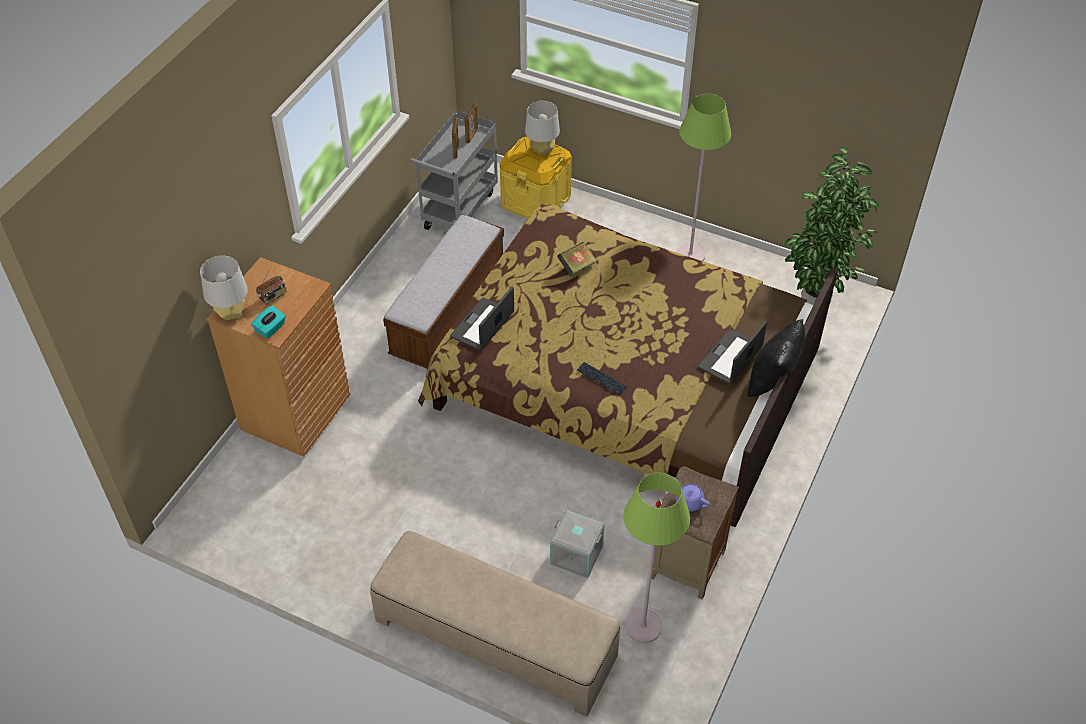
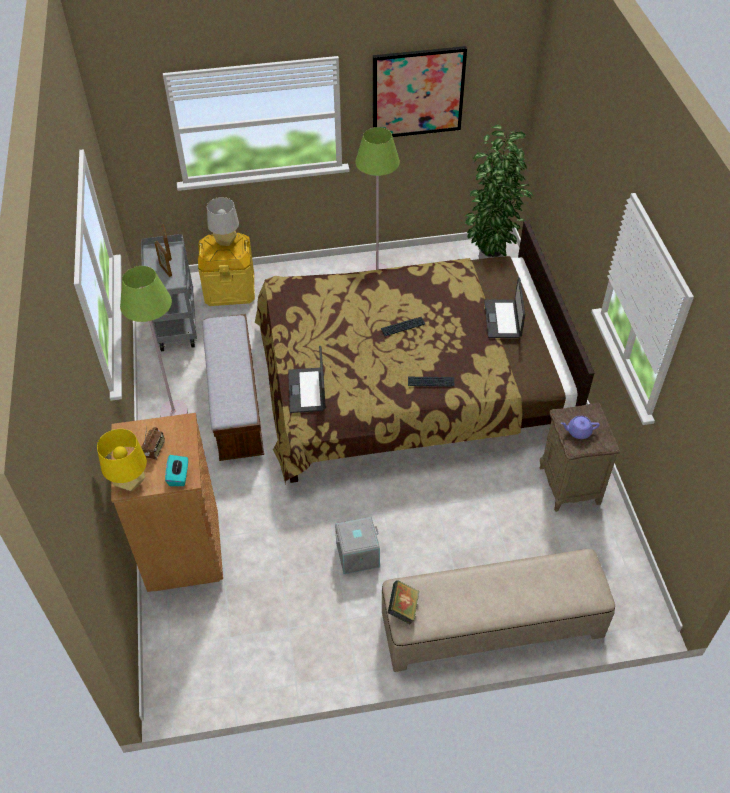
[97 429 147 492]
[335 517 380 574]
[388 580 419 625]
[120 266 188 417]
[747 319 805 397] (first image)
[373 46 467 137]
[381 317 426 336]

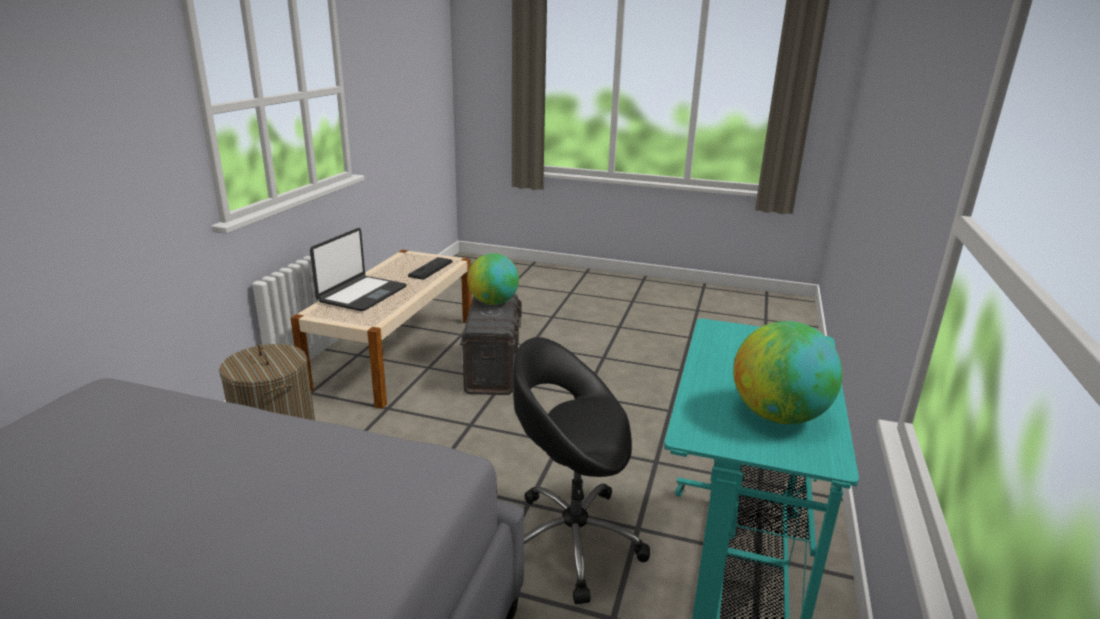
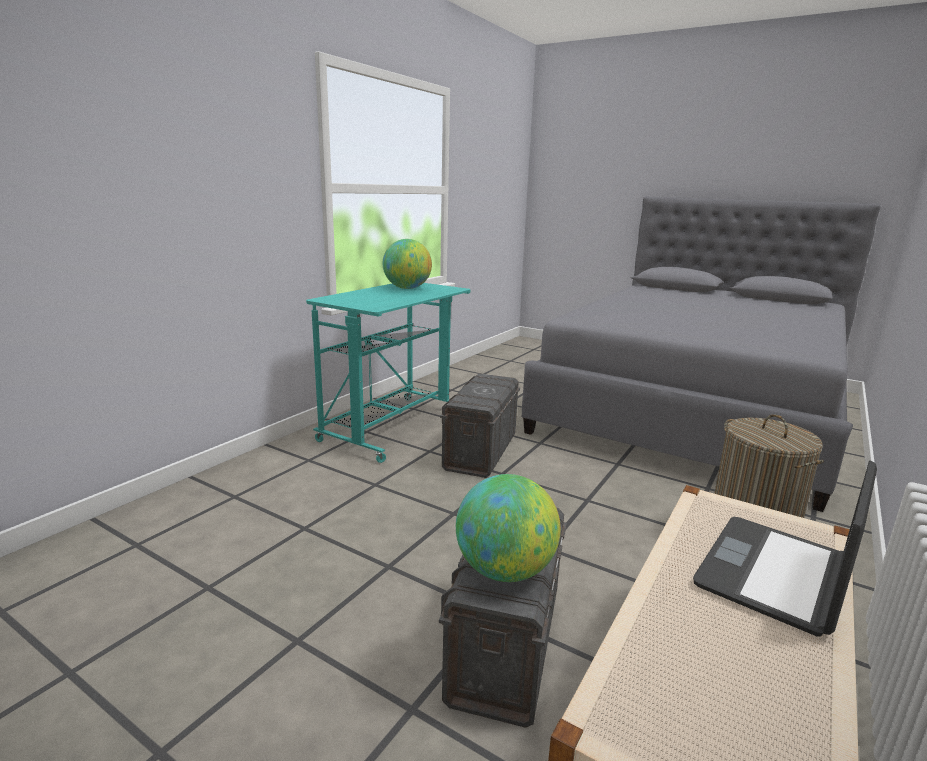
[408 257 452 280] (first image)
[440 373 520 478]

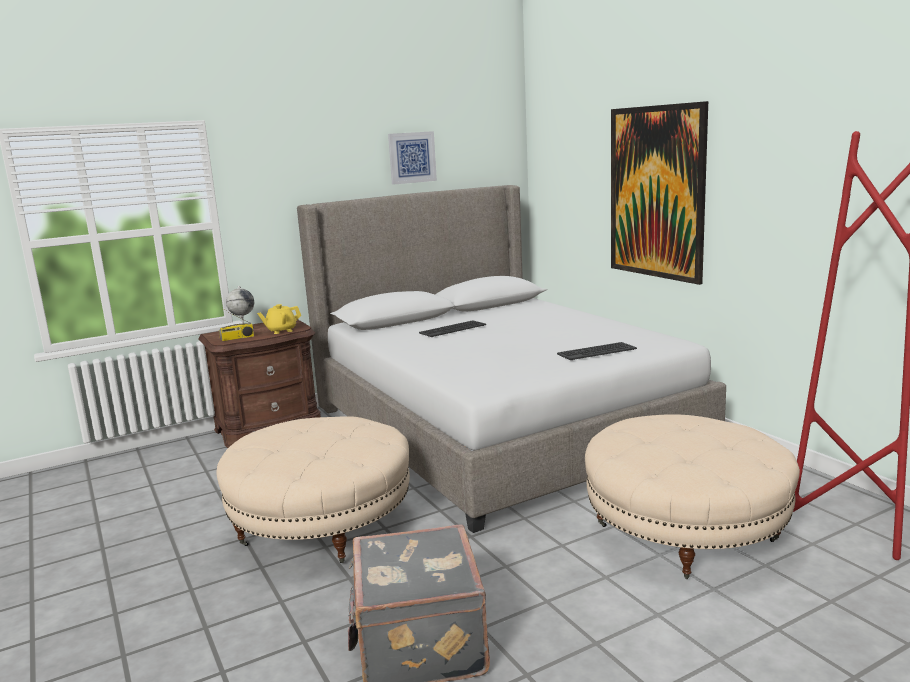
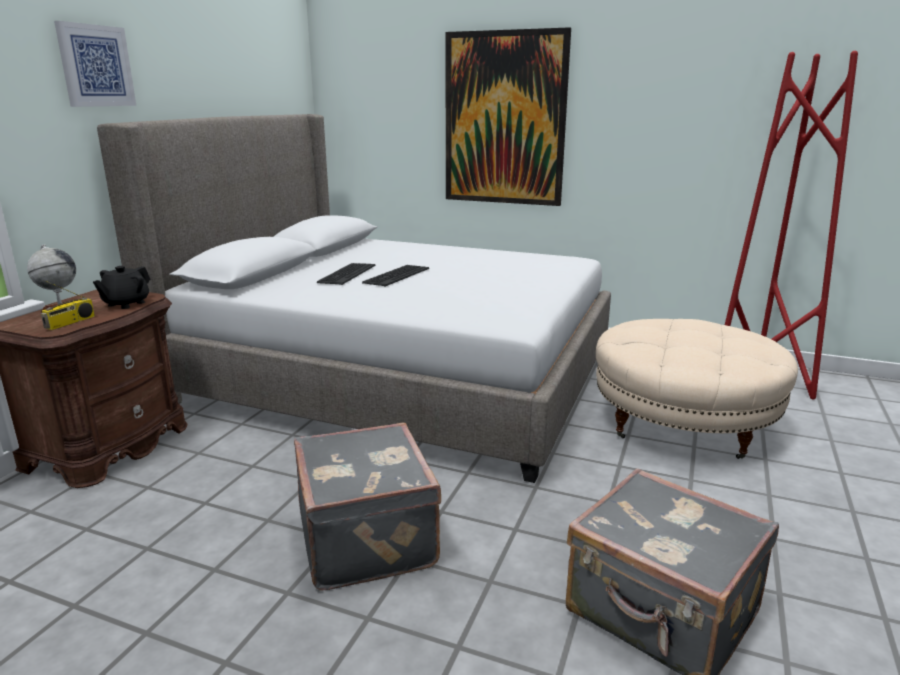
[294 422 441 591]
[93 266 150 309]
[54 21 136 107]
[362 265 429 286]

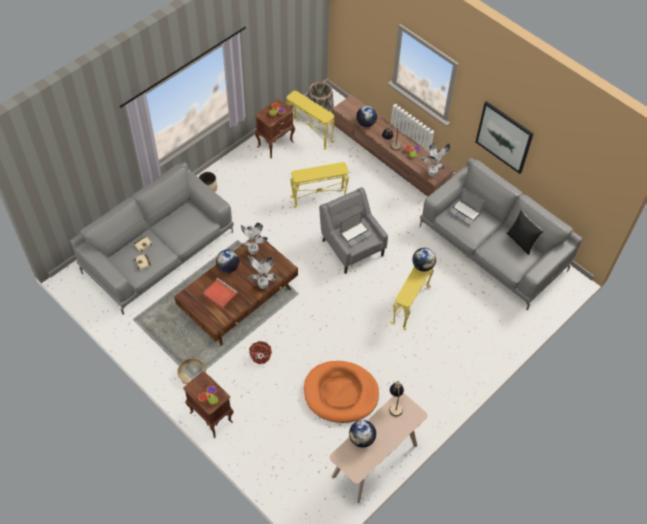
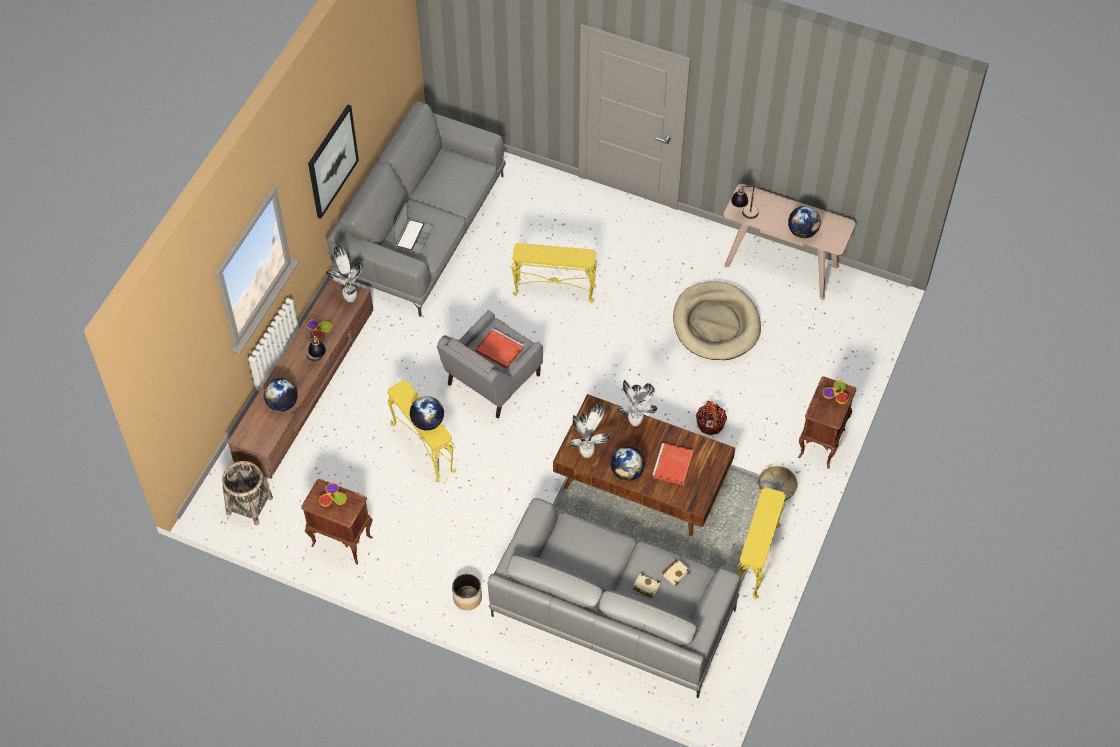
[737 487 786 599]
[673 281 761 360]
[476 328 524 369]
[410 396 444 430]
[507 210 544 255] (first image)

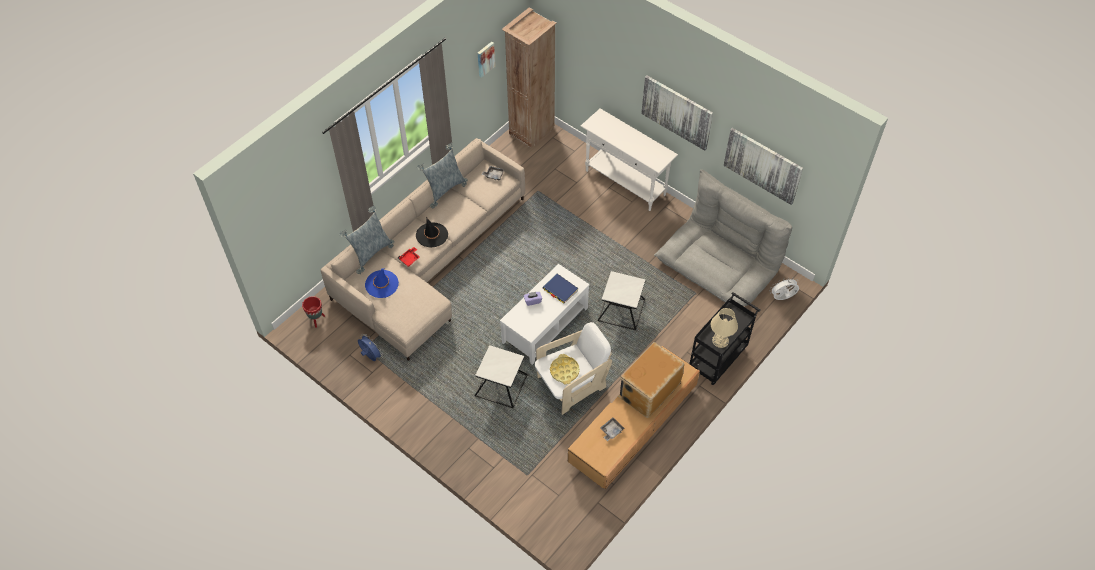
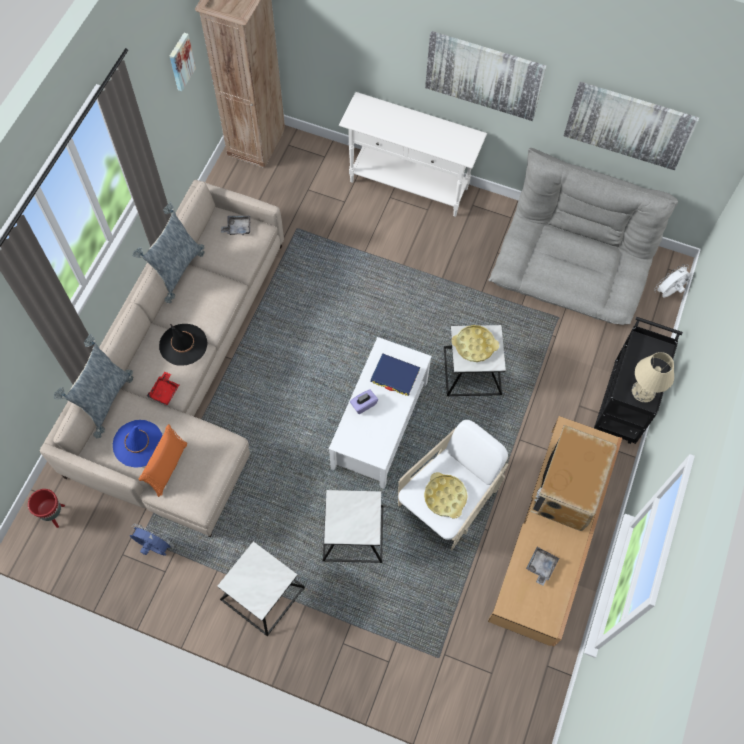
[139 424 187 497]
[218 541 305 636]
[452 325 499 362]

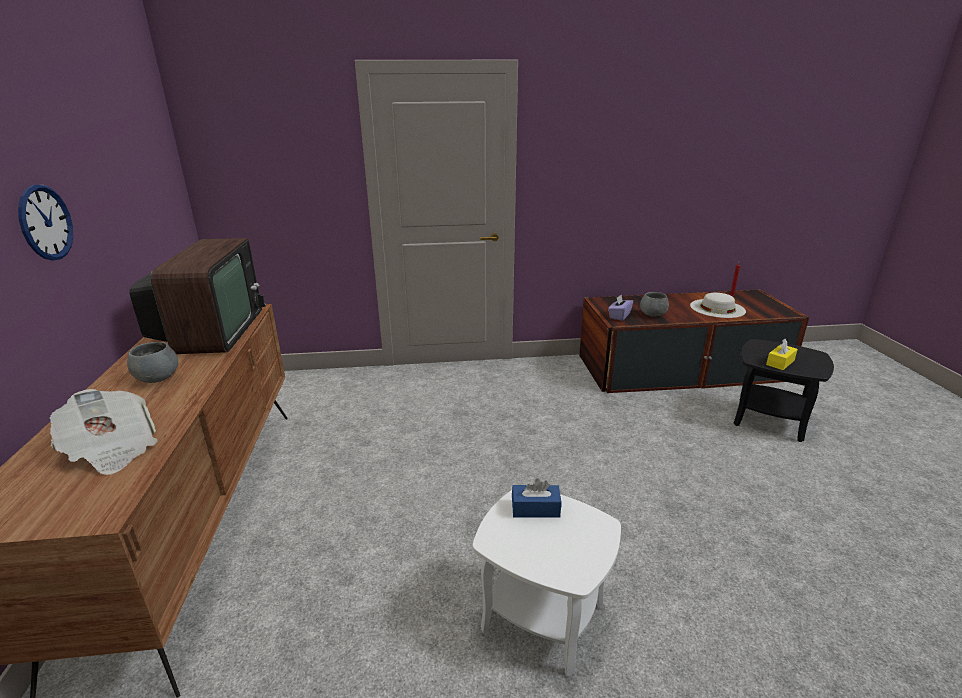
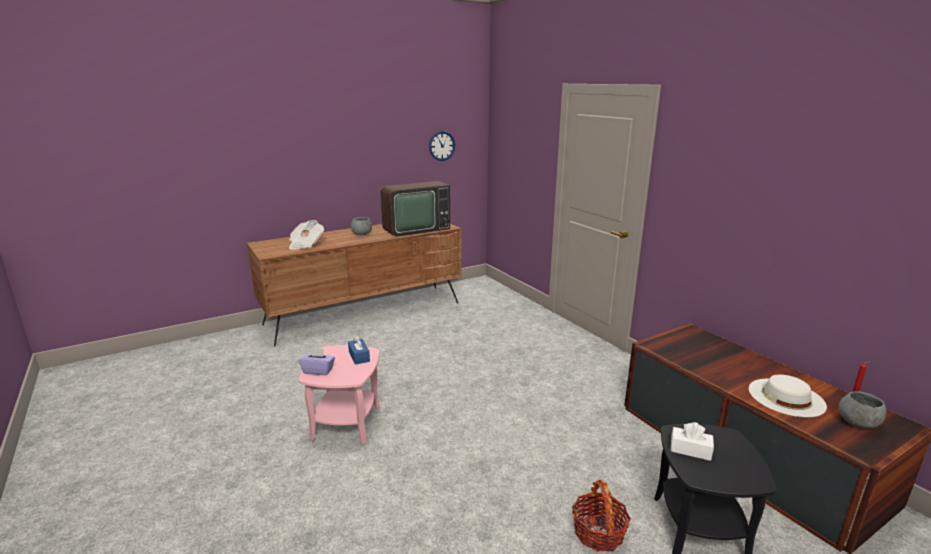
[429 131 455 161]
[299 345 380 444]
[299 348 335 375]
[838 391 886 429]
[670 422 714 461]
[572 479 631 551]

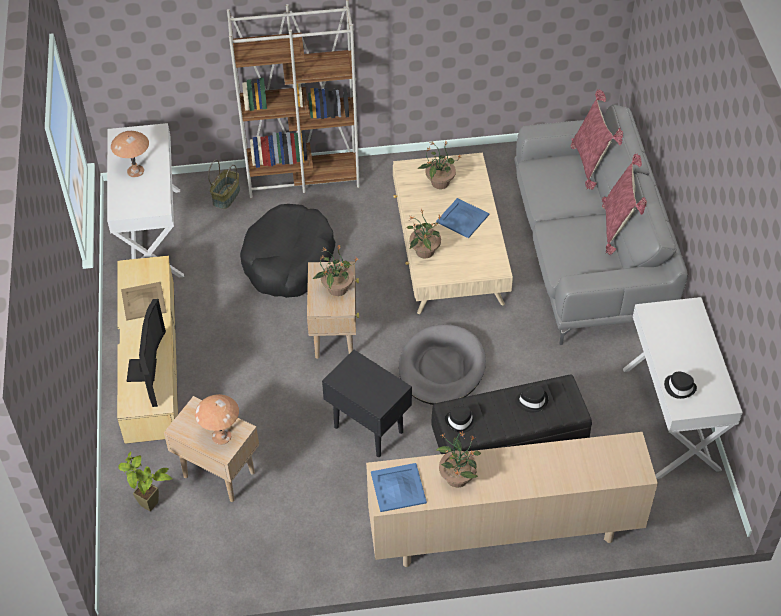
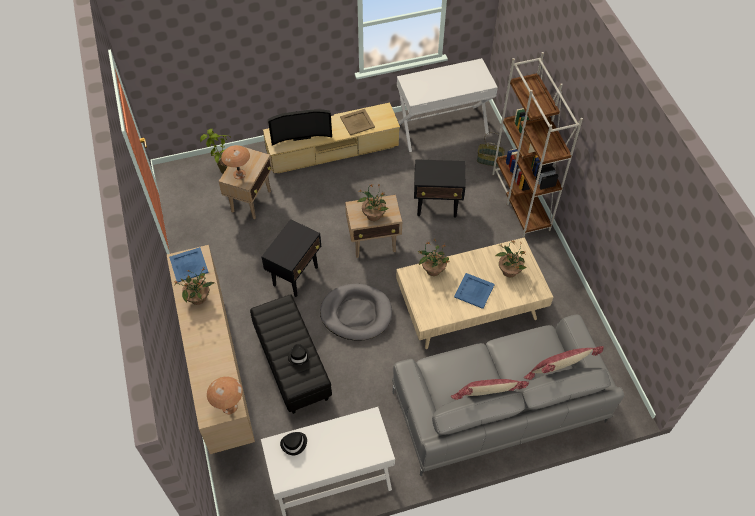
[207 377 243 414]
[414 159 466 218]
[445 406 477 433] (first image)

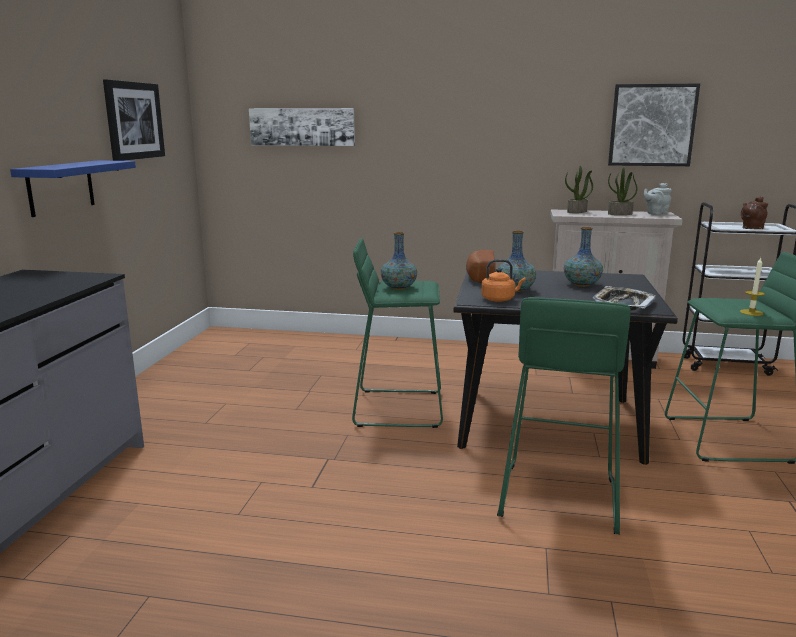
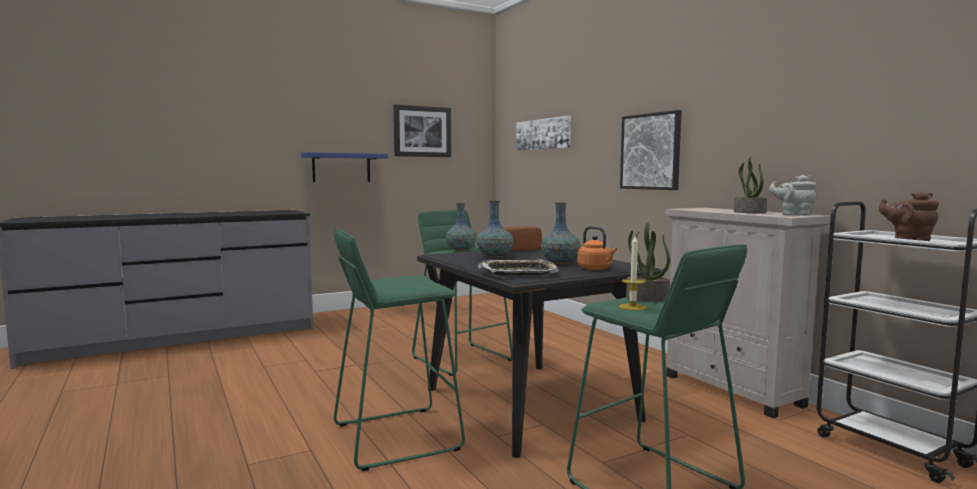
[577 226 617 270]
[626 223 670 302]
[620 110 681 190]

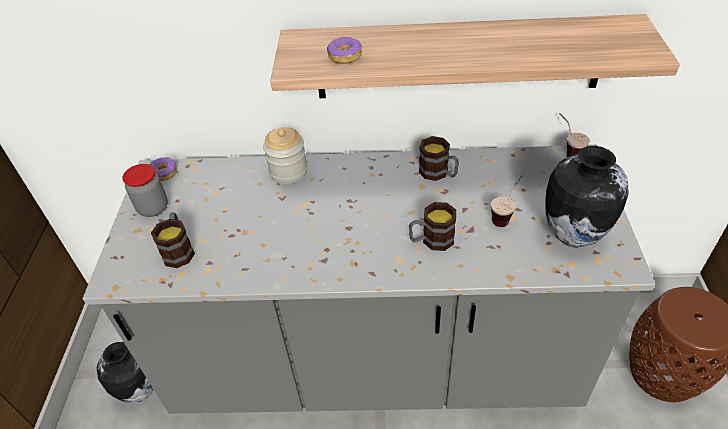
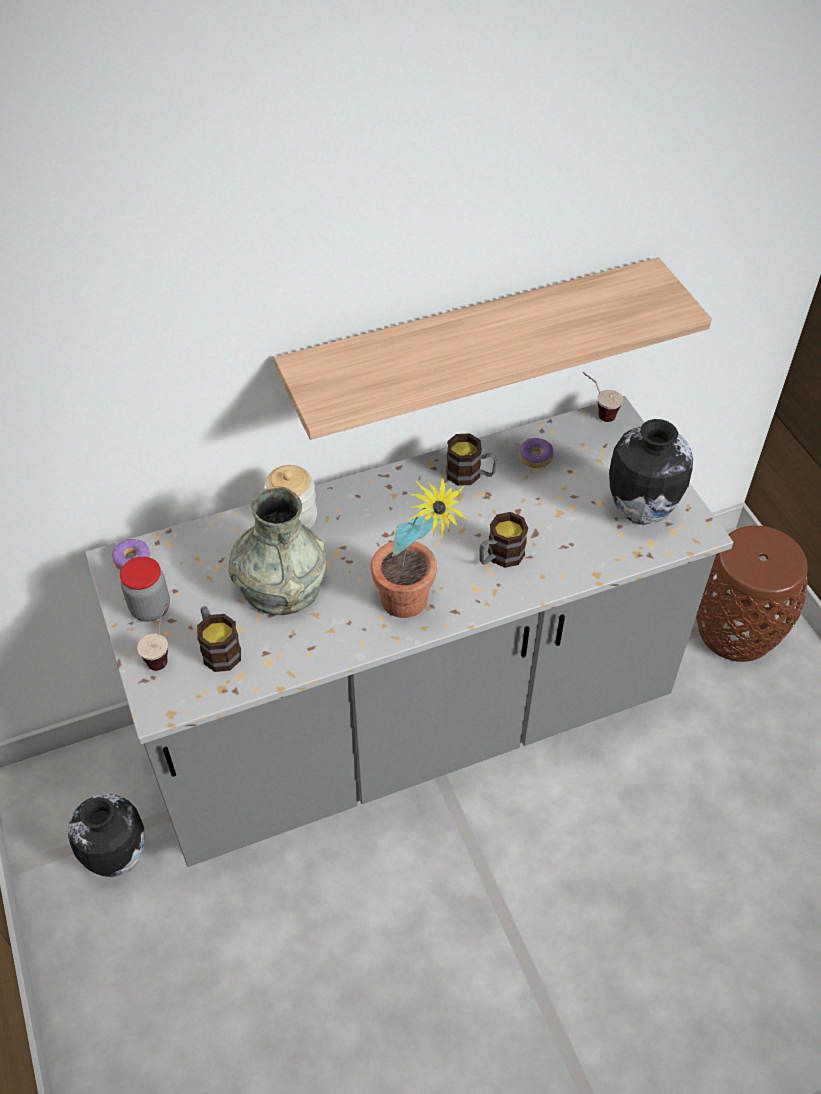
[519 438 554 468]
[137 603 168 671]
[228 486 326 615]
[371 474 469 618]

